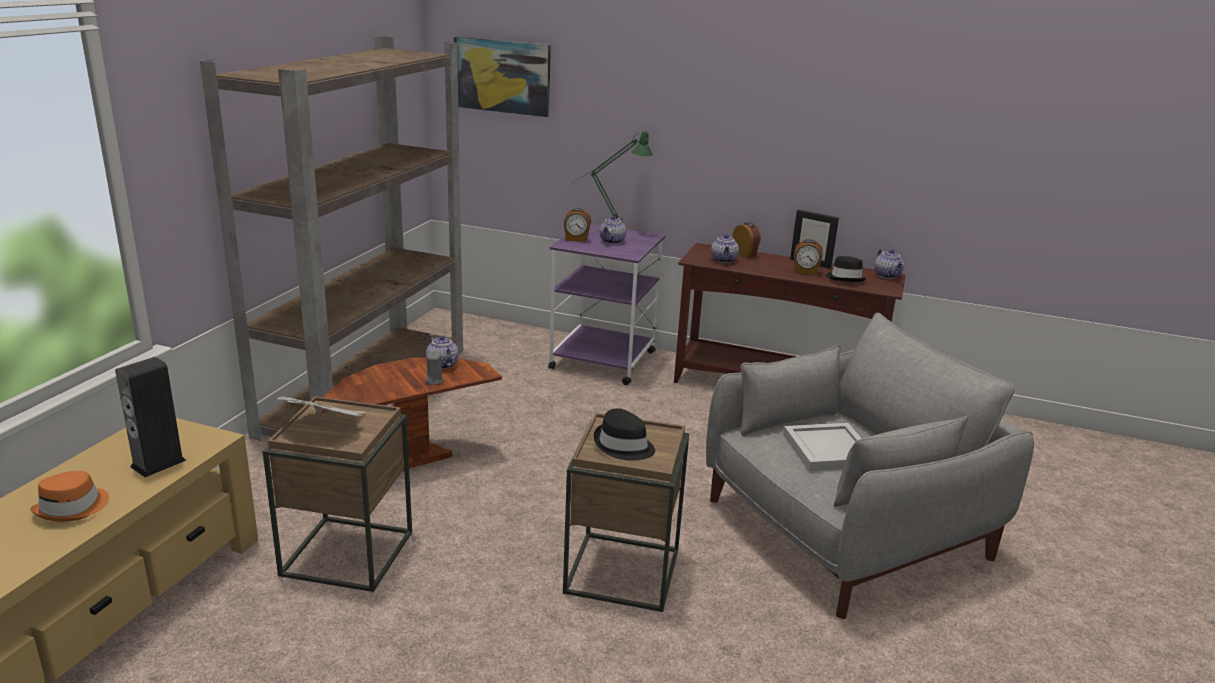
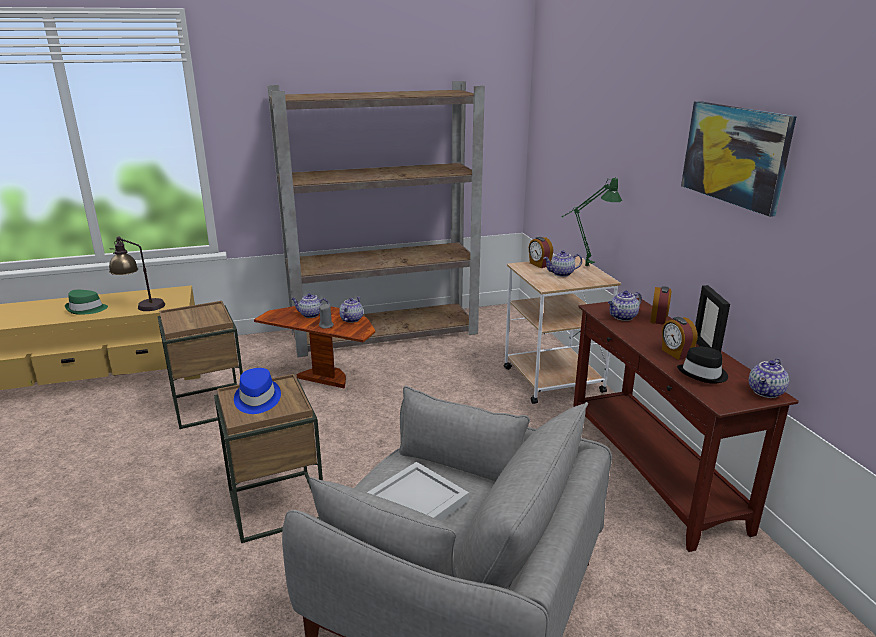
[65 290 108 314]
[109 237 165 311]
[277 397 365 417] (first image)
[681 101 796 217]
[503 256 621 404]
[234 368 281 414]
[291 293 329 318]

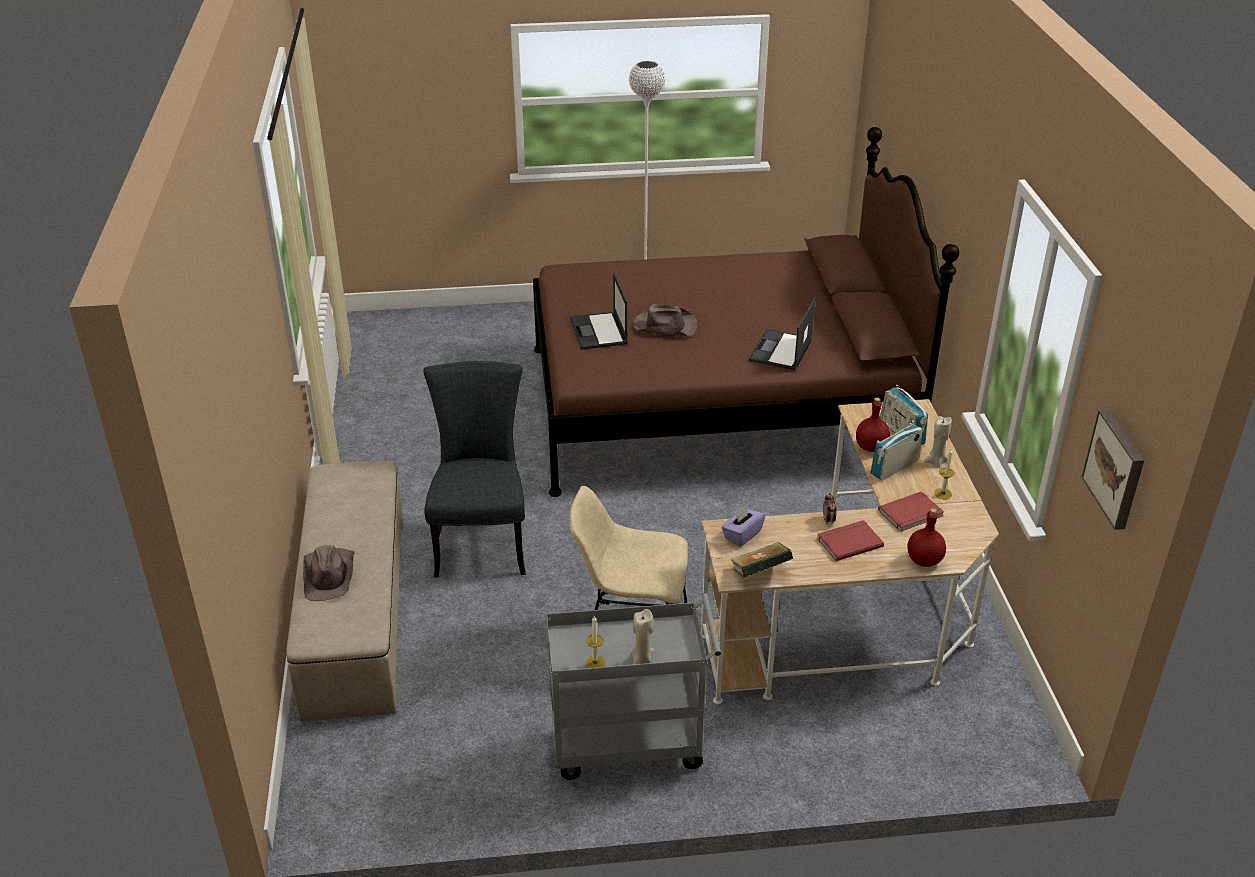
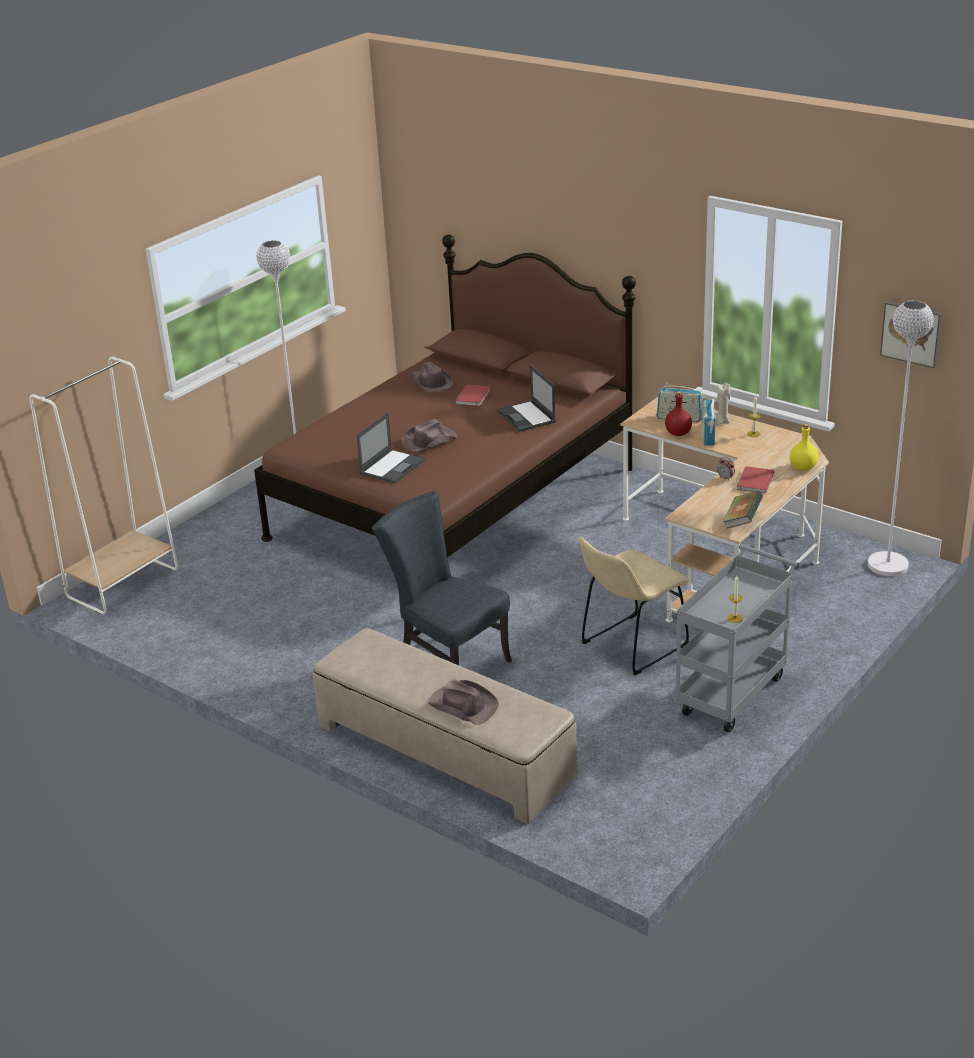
[357 413 426 484]
[630 609 654 664] (first image)
[722 505 765 547] (first image)
[455 385 490 406]
[790 424 818 471]
[29 357 178 614]
[411 362 454 393]
[868 300 933 576]

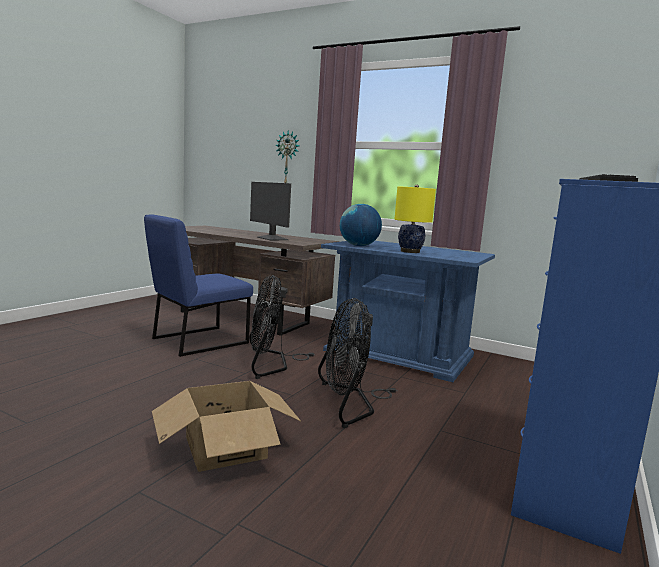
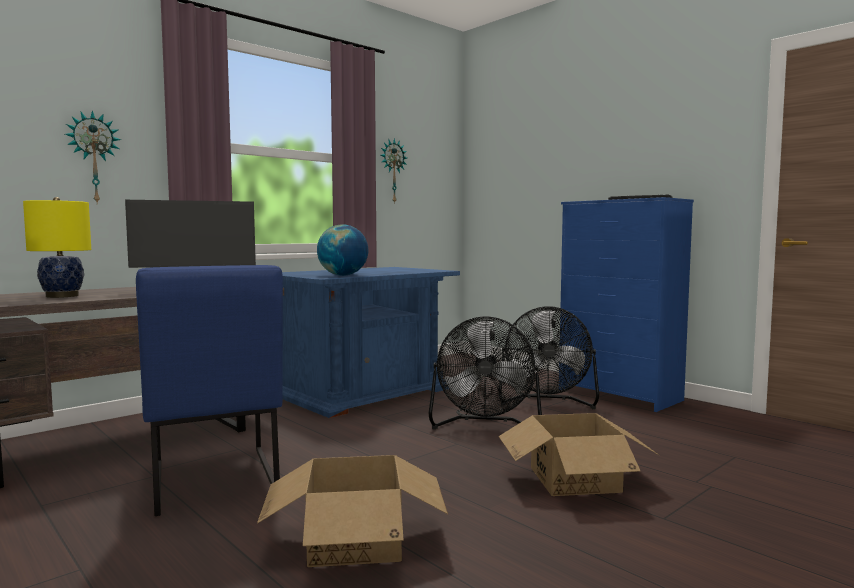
[498 306 599 409]
[23 197 91 298]
[257 455 448 567]
[381 138 407 204]

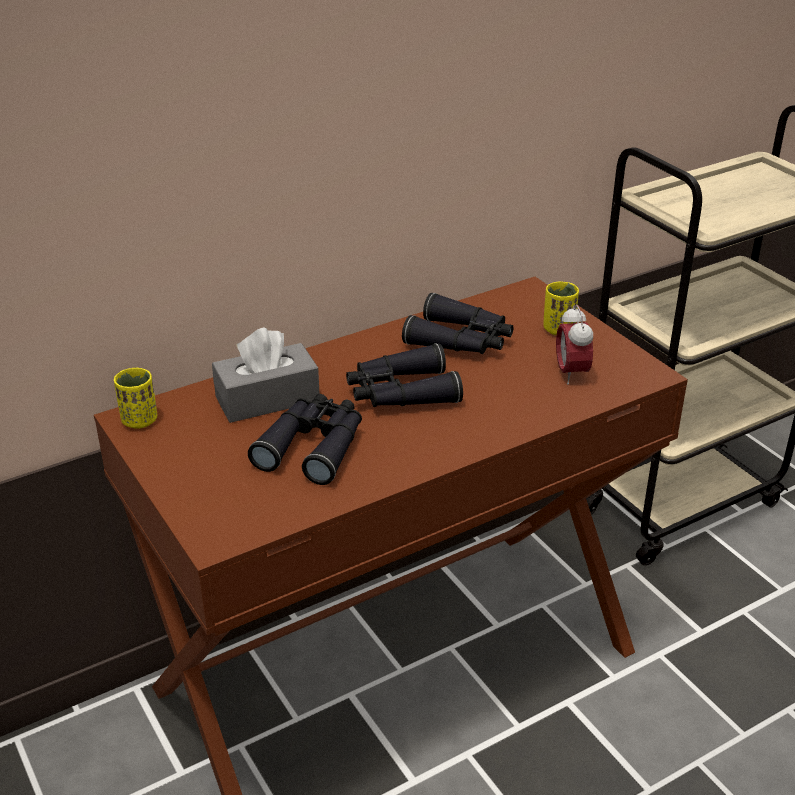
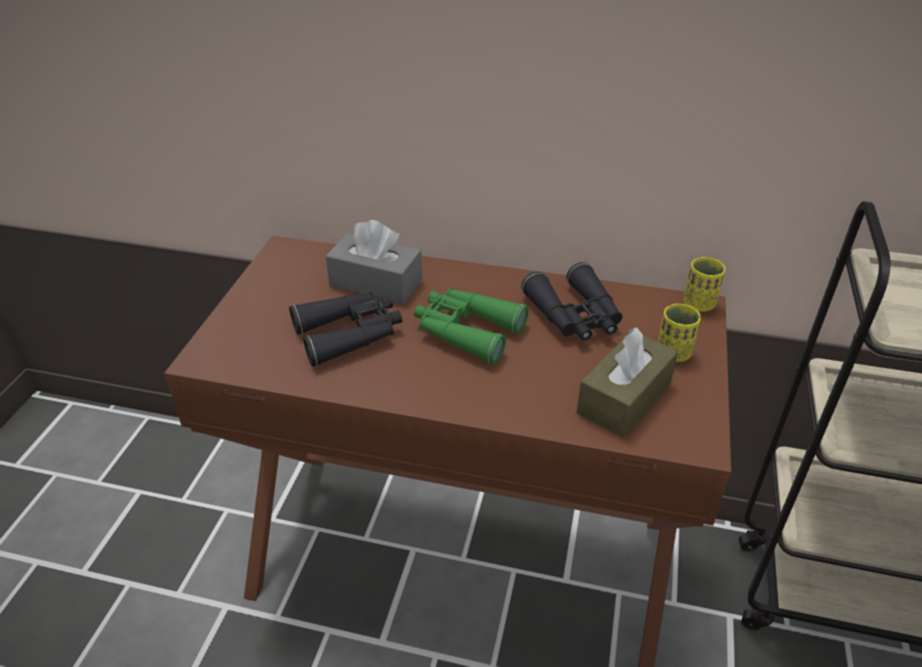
[684 257 725 312]
[414 288 529 365]
[577 328 678 437]

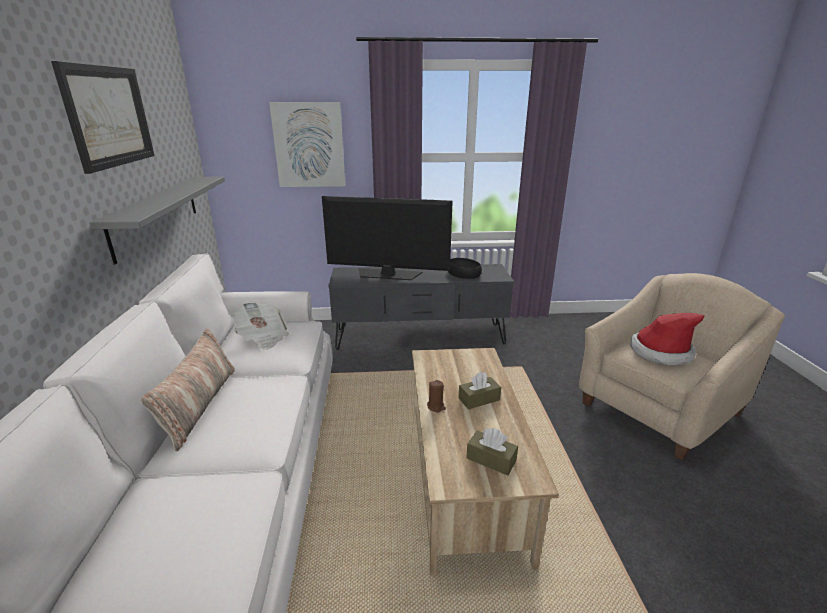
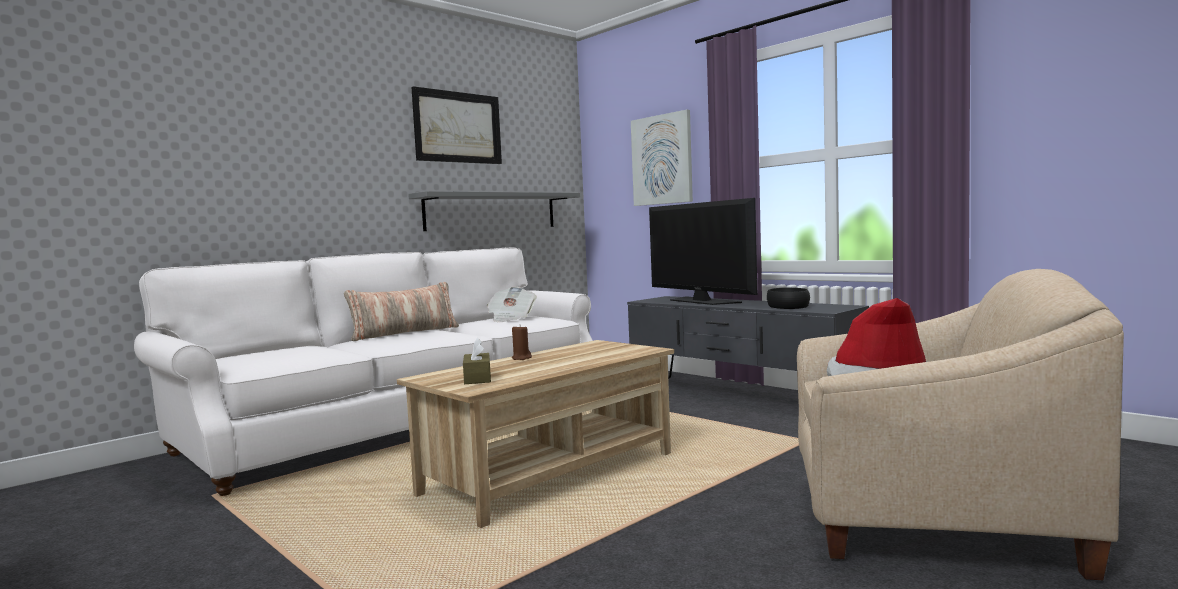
[458 371 501 409] (first image)

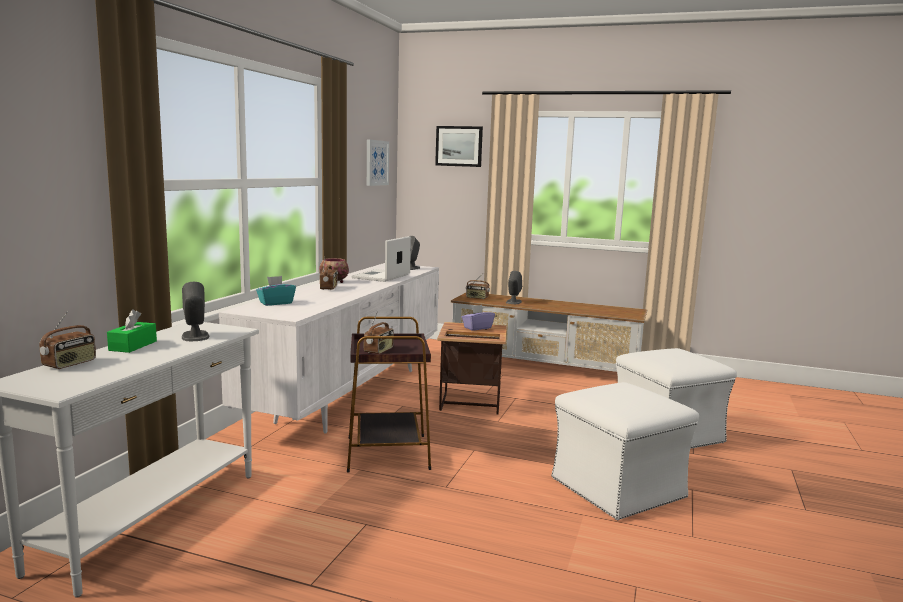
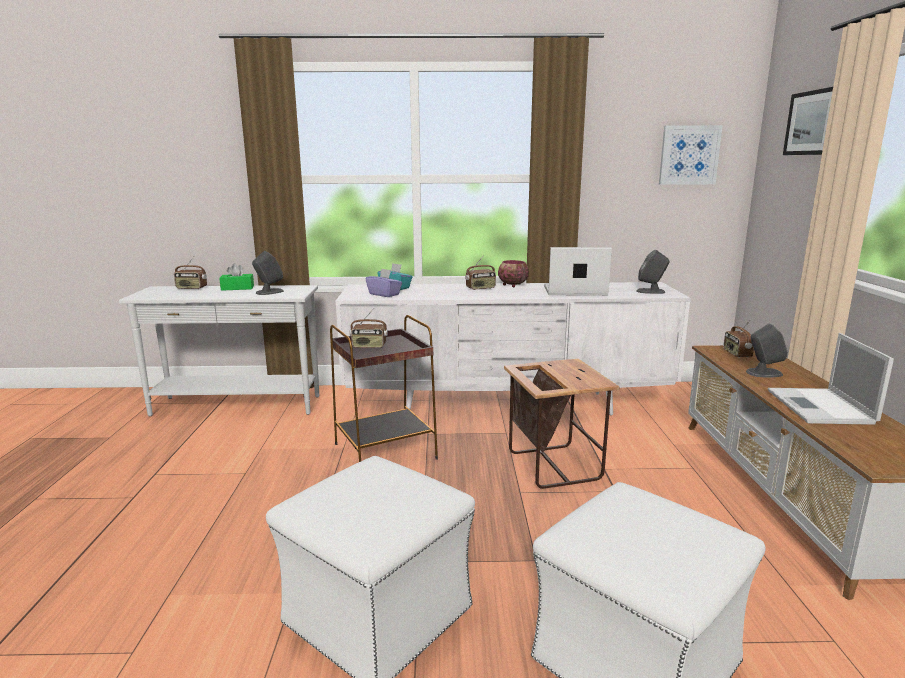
[366 268 402 297]
[768 333 894 425]

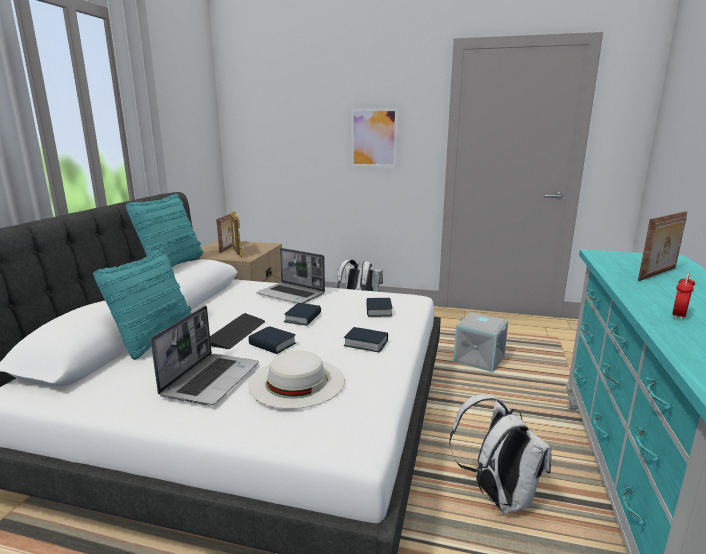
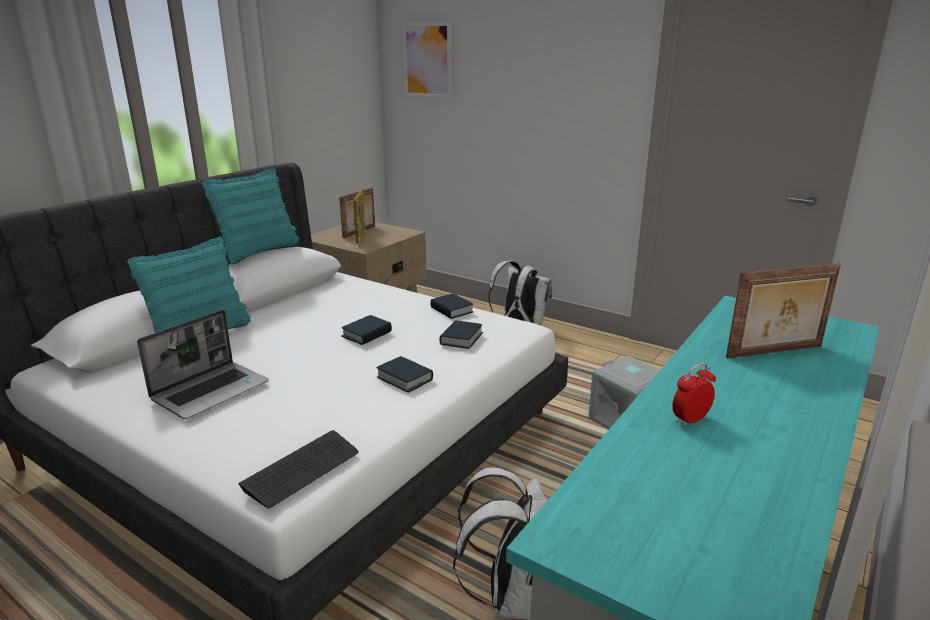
[238 430 359 508]
[430 293 473 319]
[248 351 345 409] (first image)
[256 248 325 303] (first image)
[403 22 451 98]

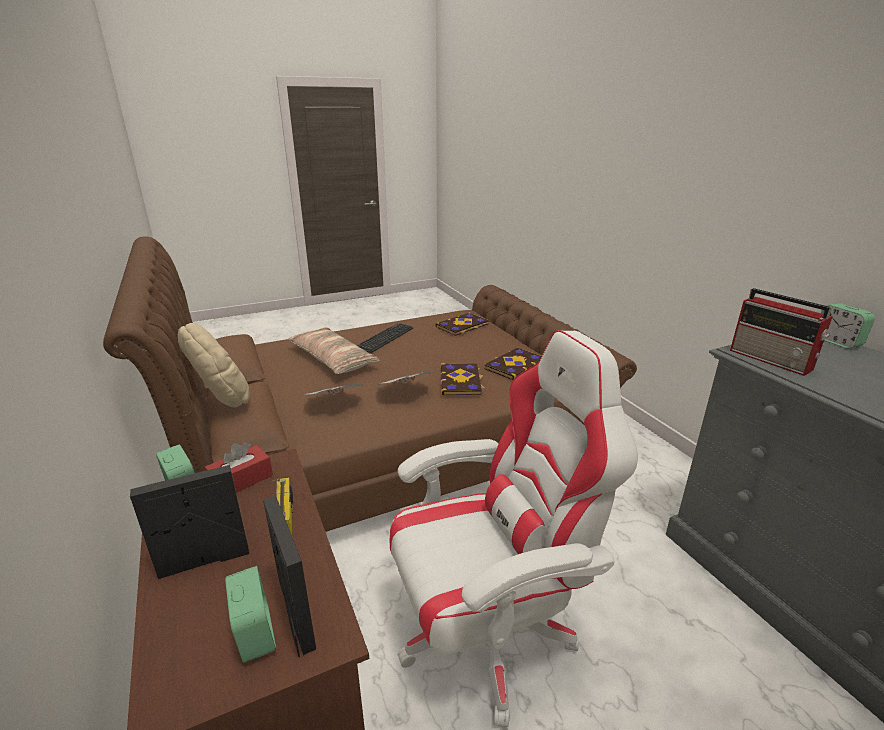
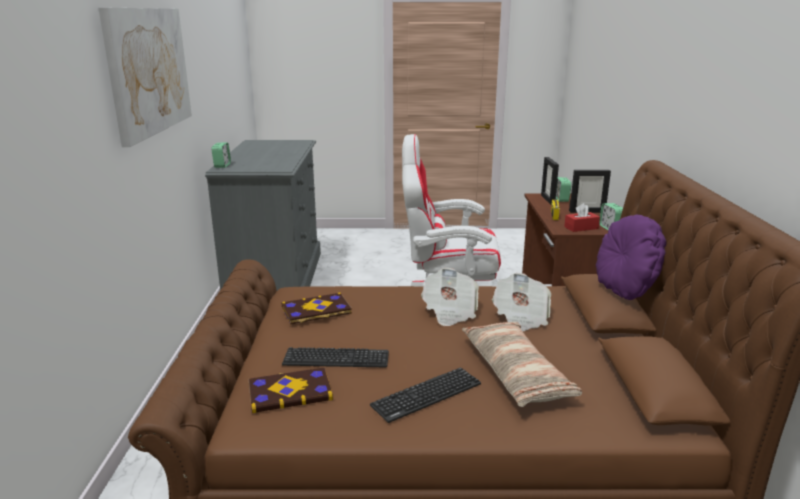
[596 215 666 300]
[440 363 485 396] (first image)
[730 288 833 376] (first image)
[98 8 192 147]
[282 347 389 367]

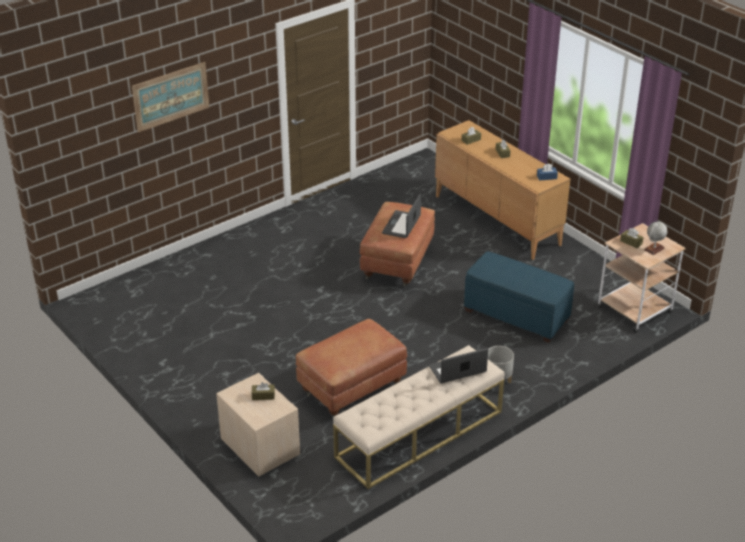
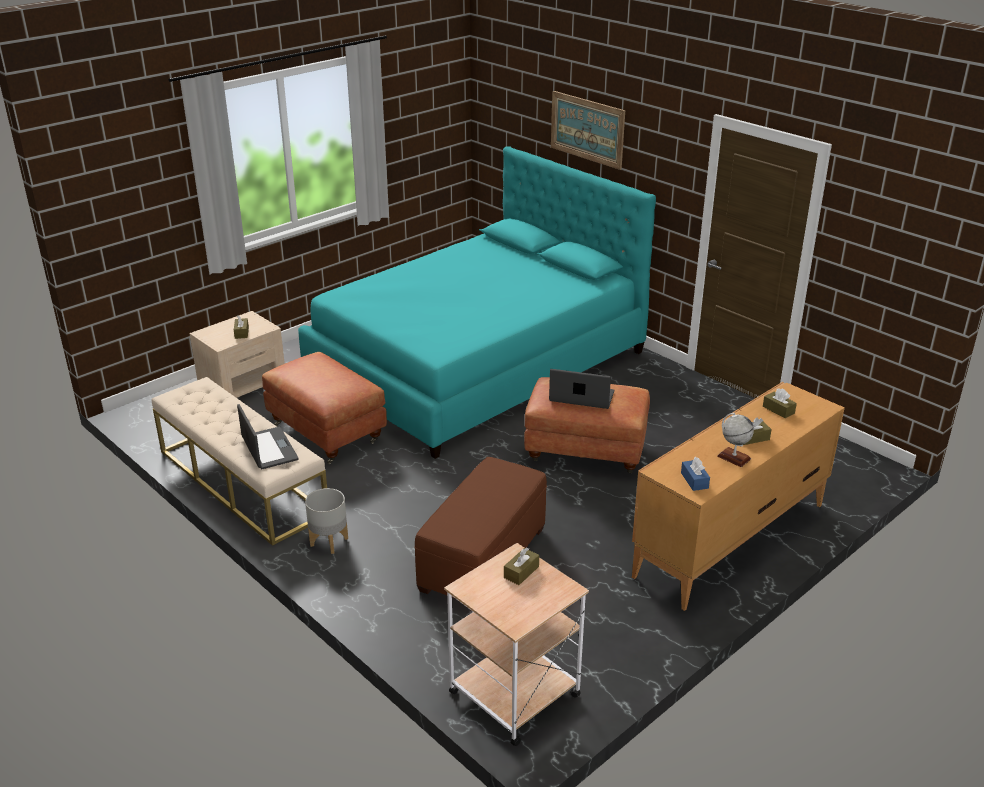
[414 457 547 598]
[717 413 754 467]
[298 146 656 459]

